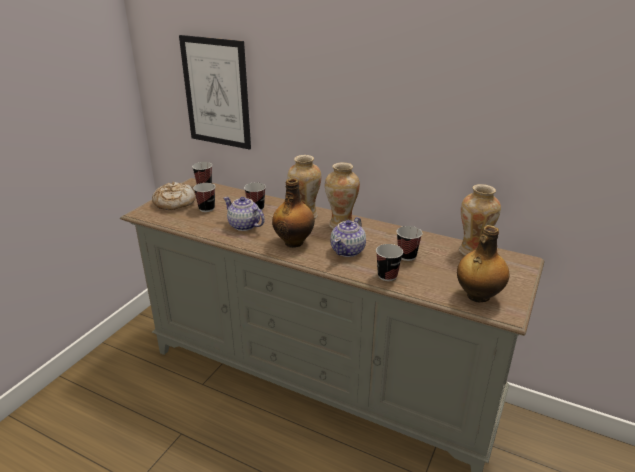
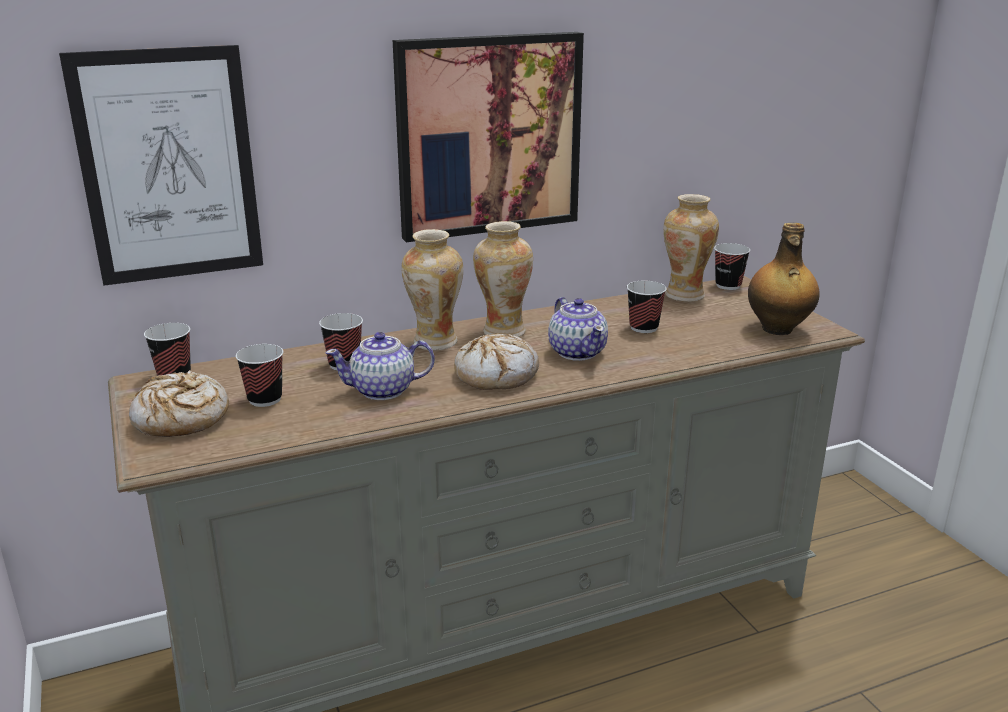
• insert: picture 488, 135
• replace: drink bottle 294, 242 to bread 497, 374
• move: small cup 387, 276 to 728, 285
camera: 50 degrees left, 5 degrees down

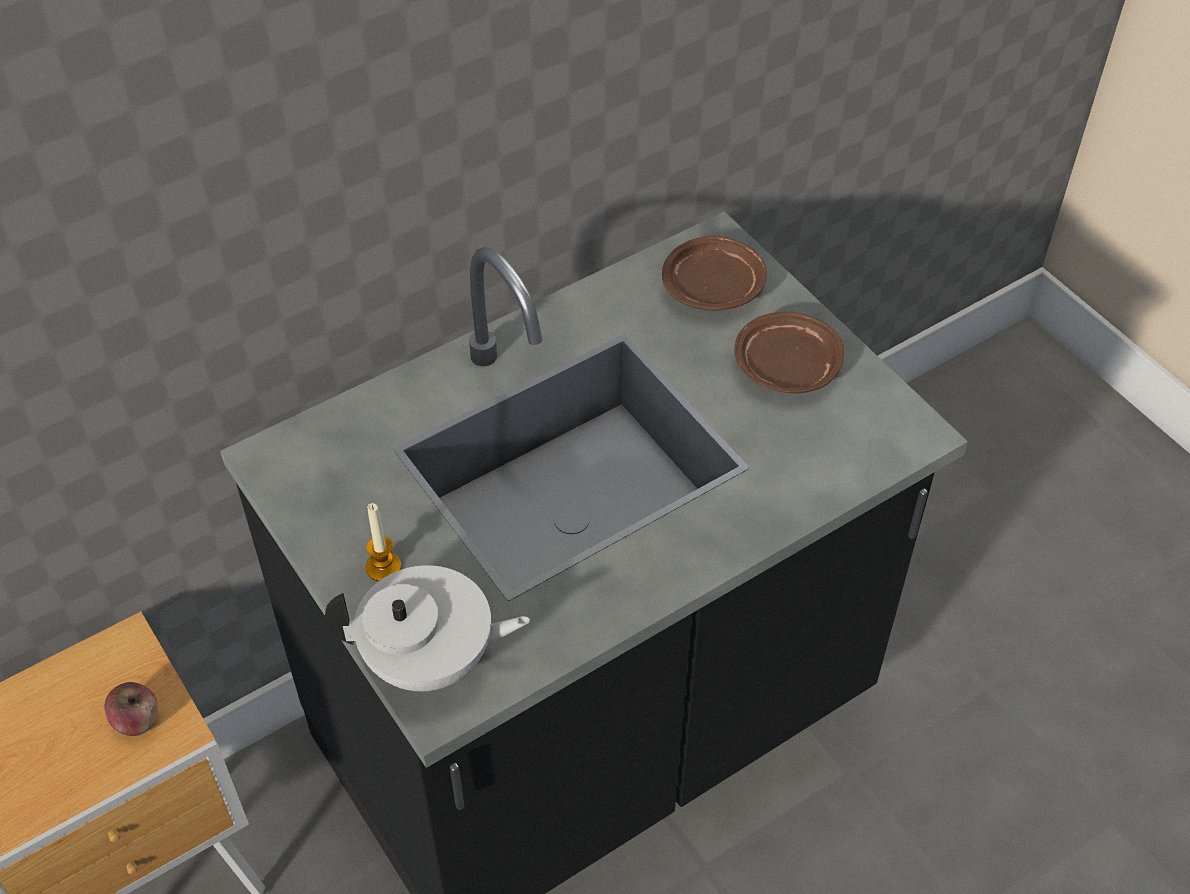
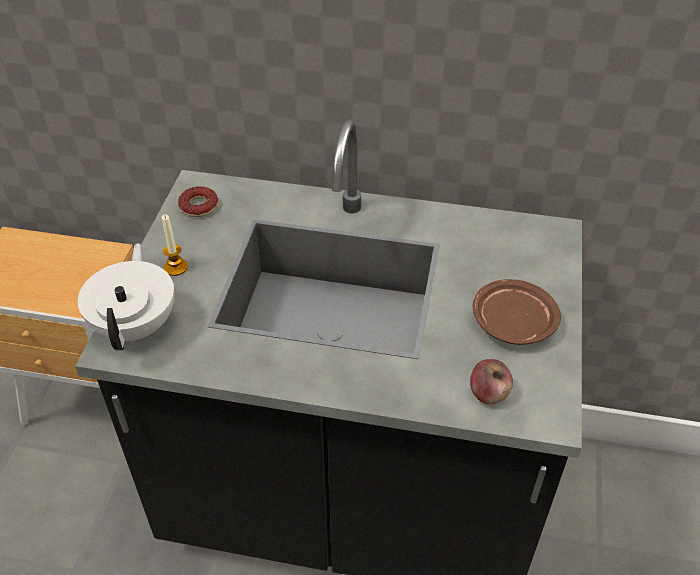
• rotate: white tea pot 430, 661 = 136, 325 135 degrees counterclockwise
• insert: donut 199, 206
• move: whole apple 137, 720 to 488, 393
• delete: brown-coloured plate 714, 287
camera: 45 degrees right, 5 degrees down

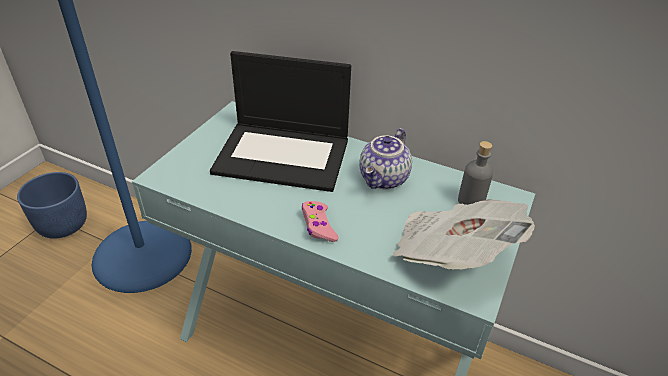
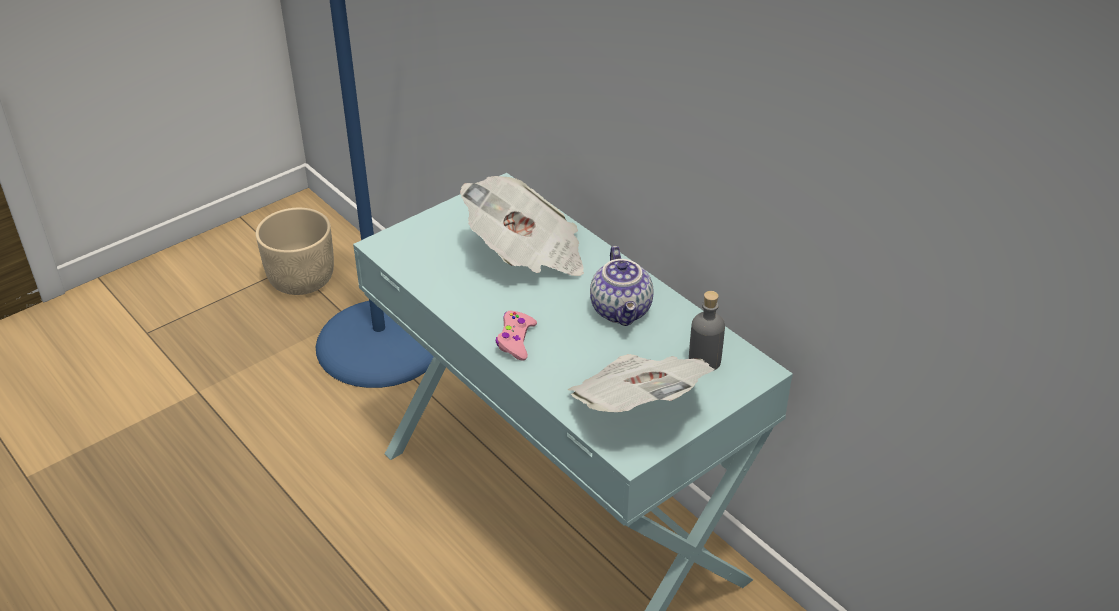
• recolor: bluish planter 63, 225 to beige planter 302, 279
• replace: notebook computer 284, 155 to newspaper 527, 254
• rotate: tea pot 384, 179 = 622, 311 60 degrees counterclockwise
camera: 25 degrees right, 0 degrees up

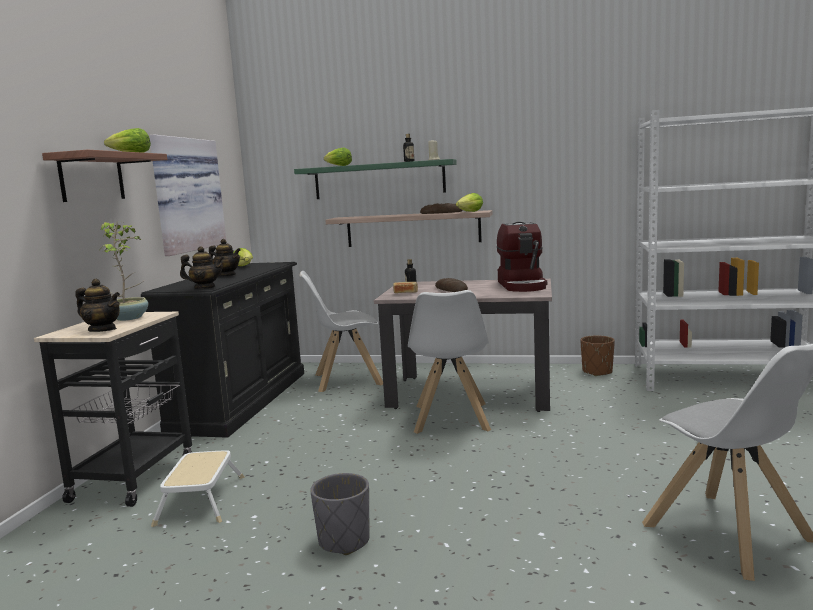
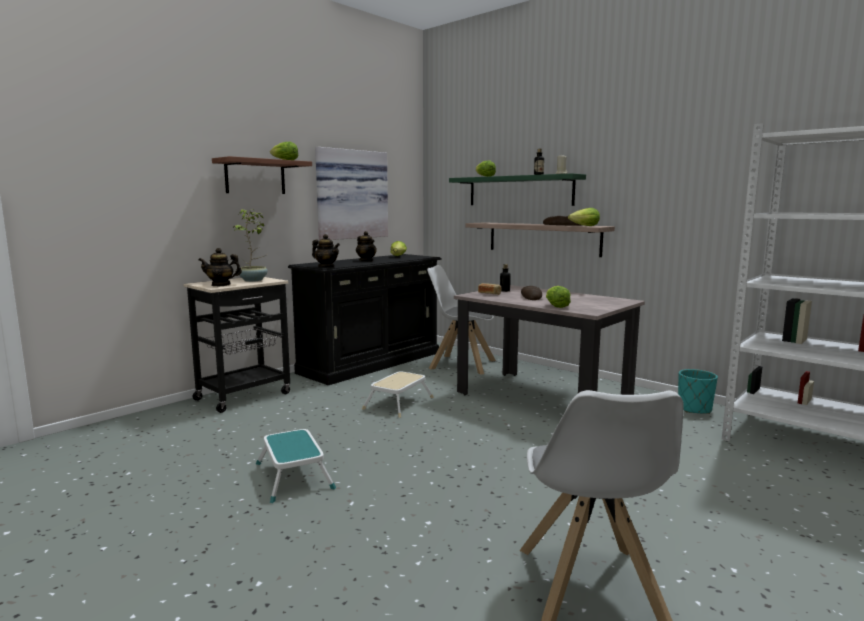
• rotate: tea pot 102, 330 = 221, 285 120 degrees clockwise
• replace: gray planter 344, 541 to turquoise-coloured stepladder 294, 475
• move: beige stepladder 200, 500 to 398, 403
• insert: lettuce 556, 306
• recolor: brown-coloured planter 597, 372 to turquoise-coloured planter 694, 409
• delete: chair 451, 419
• delete: coffee brewer 523, 285
camera: 30 degrees right, 0 degrees up

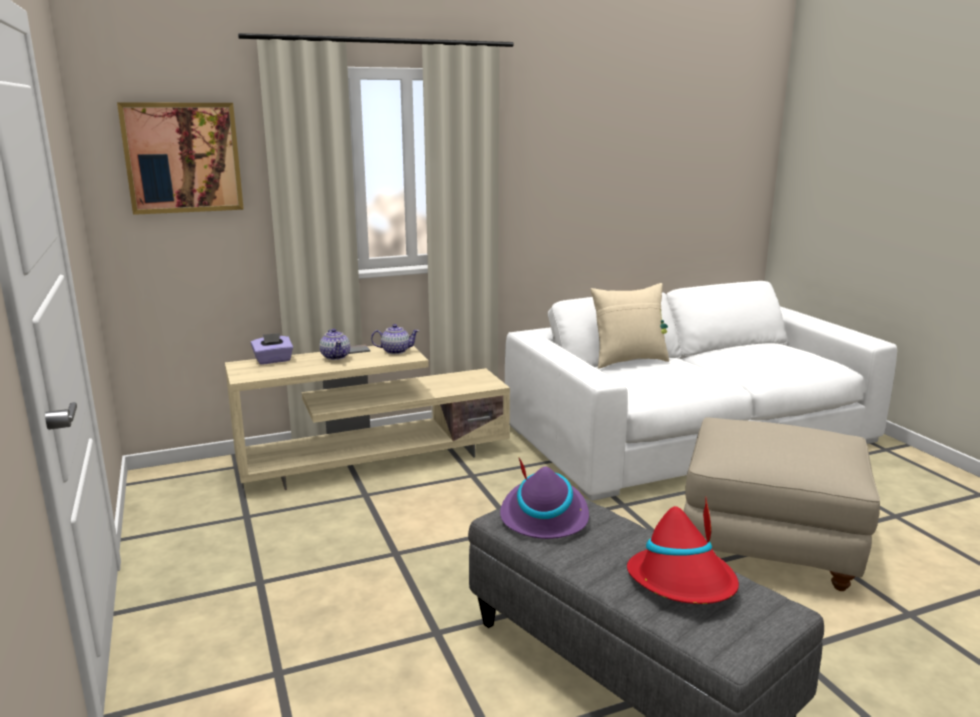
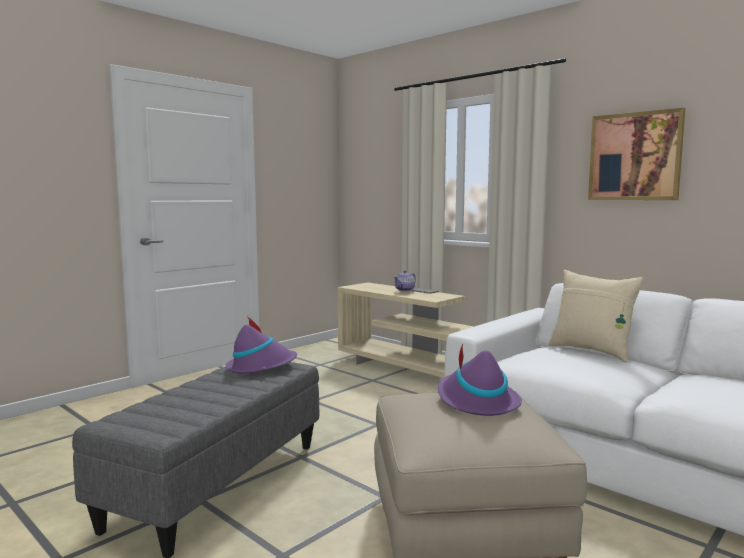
• insert: purplish wearable hat 476, 401
• move: picture 183, 158 to 635, 157
• delete: purplish tissue box 273, 360
• delete: tea pot 395, 351
• delete: red-coloured wearable hat 683, 582
camera: 65 degrees right, 10 degrees down

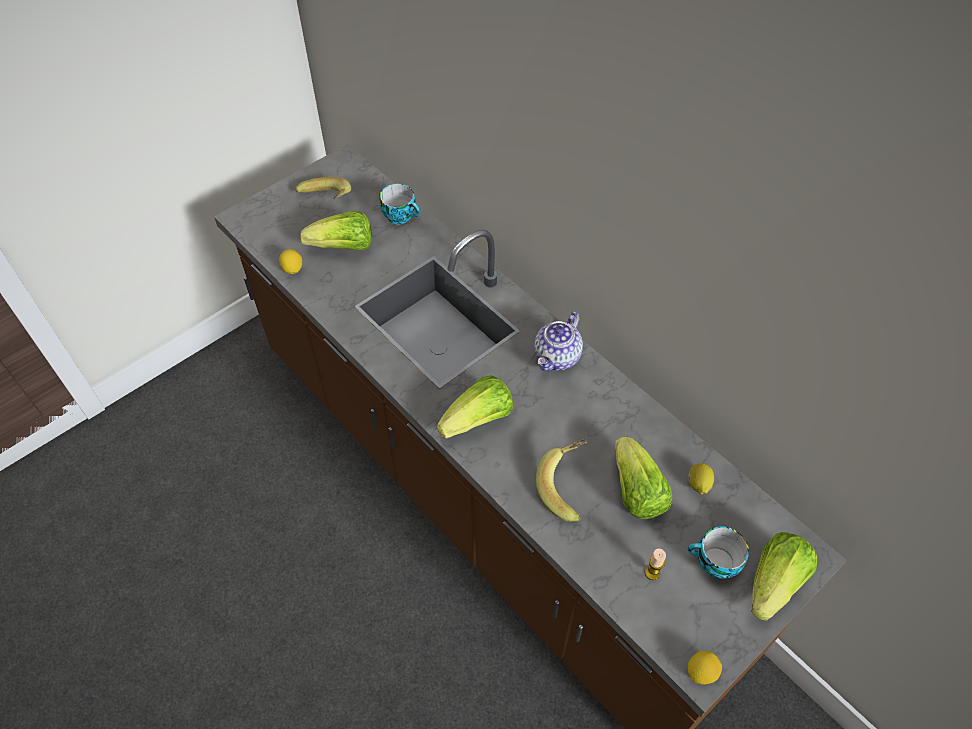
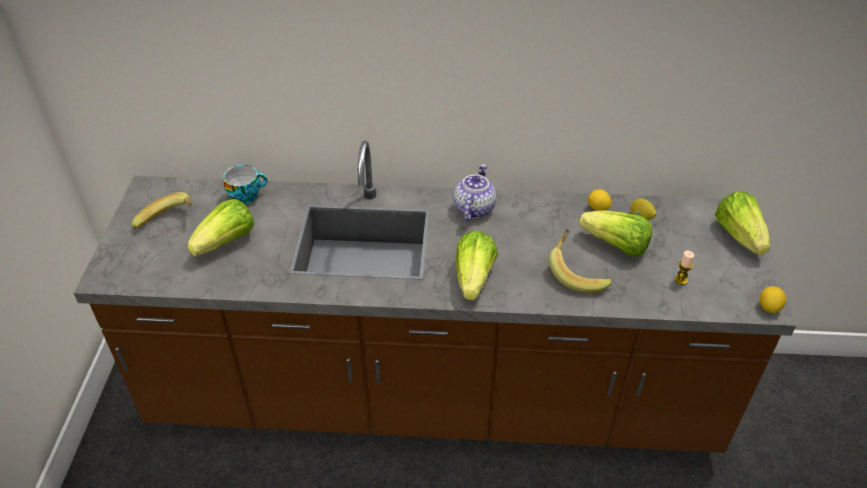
• rotate: tea pot 557, 357 = 473, 208 150 degrees counterclockwise
• move: citrus fruit 292, 269 to 598, 209
• delete: small cup 714, 563
camera: 45 degrees left, 10 degrees down

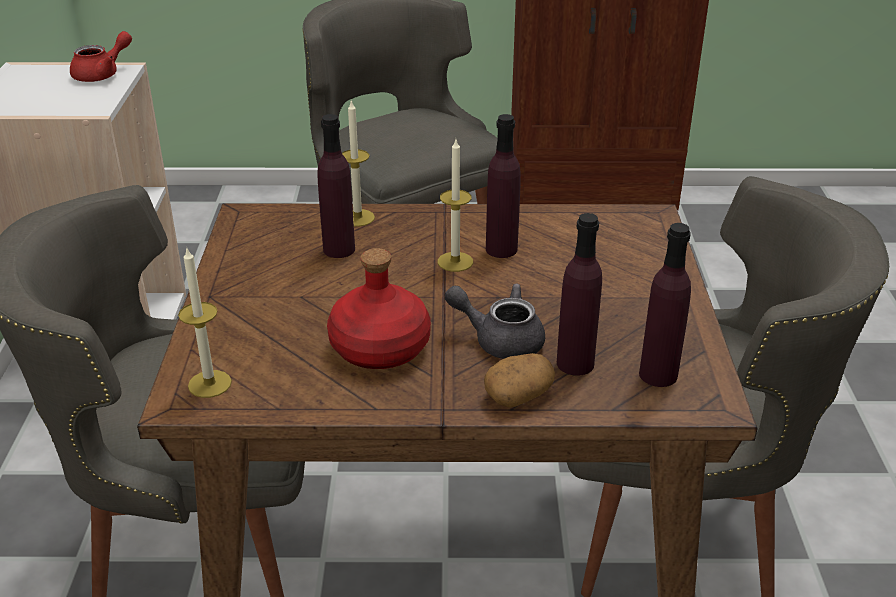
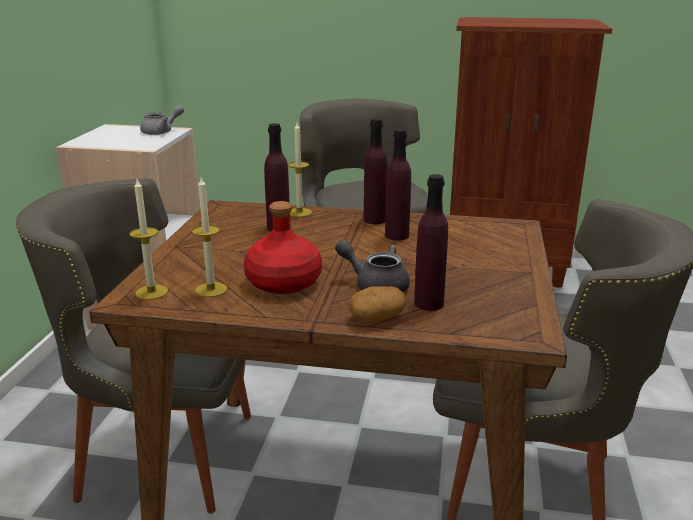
• recolor: red-coloured tea pot 102, 74 to gray tea pot 161, 132
• move: wax light 455, 262 to 211, 290
• move: purplish drink bottle 658, 375 to 374, 220
camera: 10 degrees right, 10 degrees down

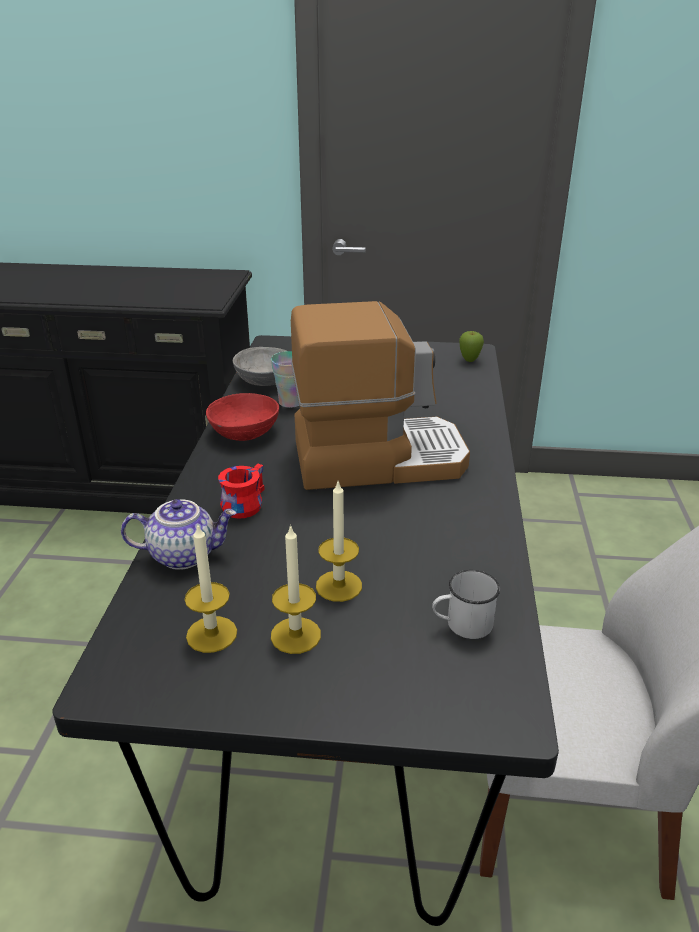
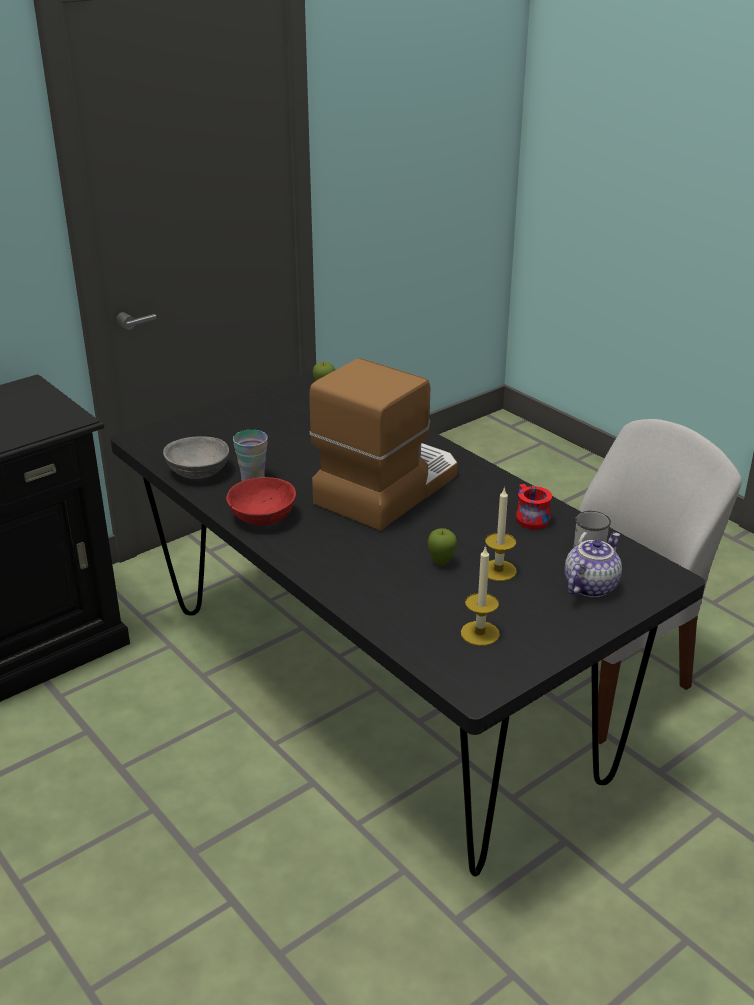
• insert: whole apple 441, 563
• move: red-coloured coffee mug 242, 503 to 528, 518
• move: tea pot 184, 554 to 589, 586
• delete: wax light 295, 635
camera: 45 degrees left, 0 degrees up

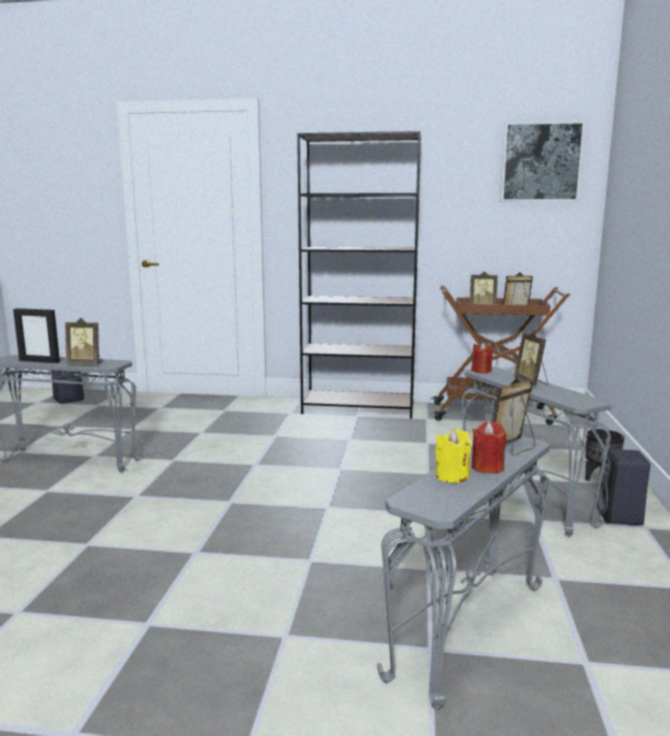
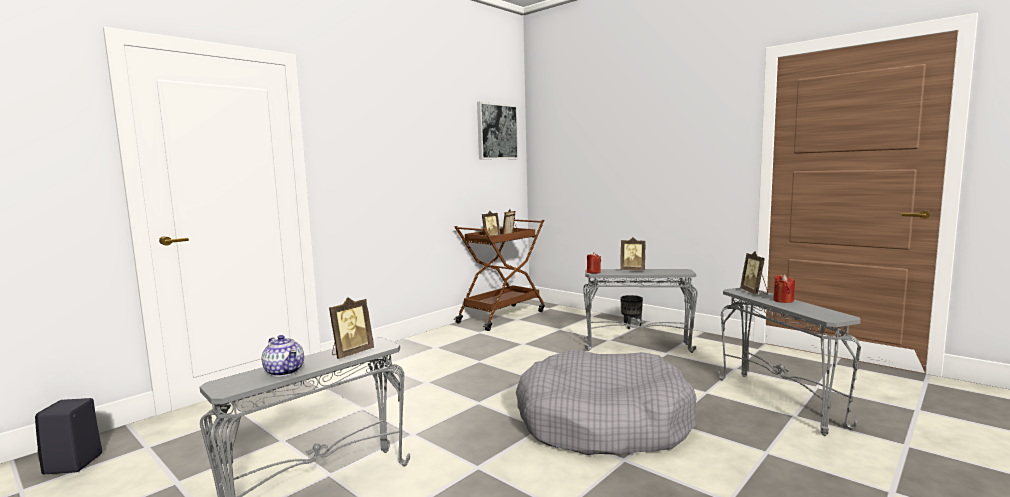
• replace: picture frame 40, 361 to tea pot 284, 371
• insert: gray dog bed 603, 422
• delete: beige bookcase 359, 408
• delete: yellow-coloured wax light 452, 476
• delete: blackish loudspeaker 620, 517
camera: 55 degrees left, 5 degrees down

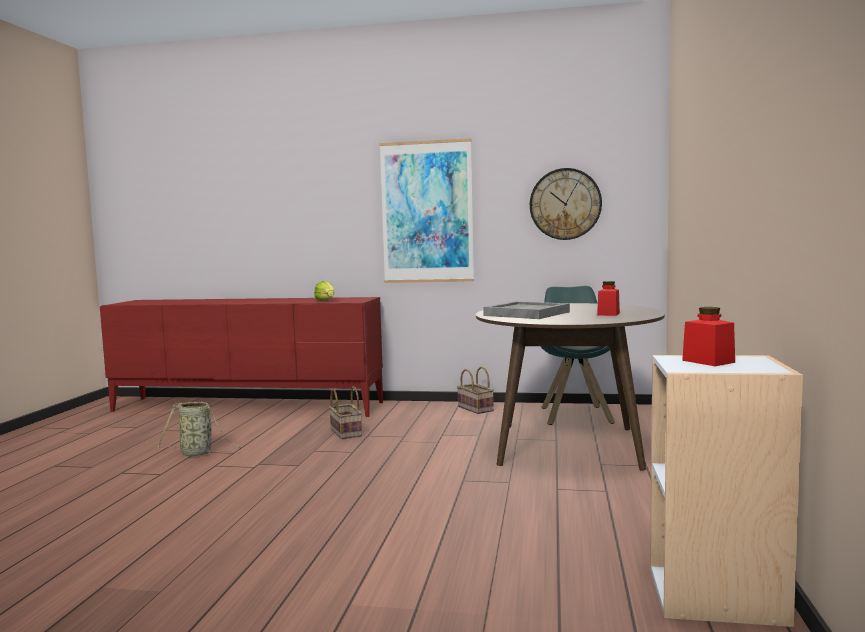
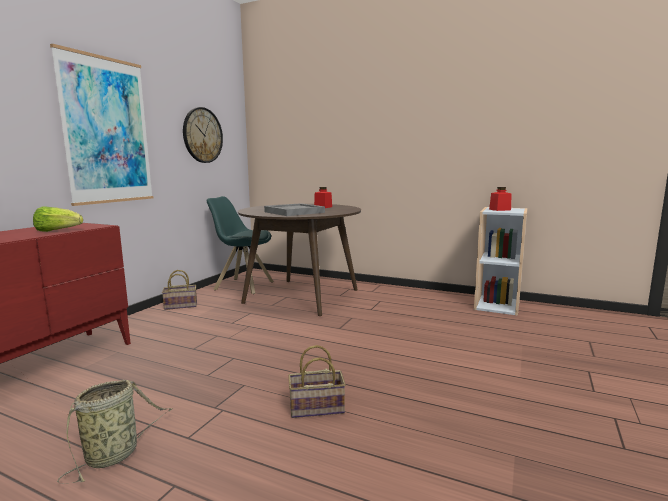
• move: storage basket 344, 432 to 315, 408
camera: 75 degrees left, 5 degrees up

